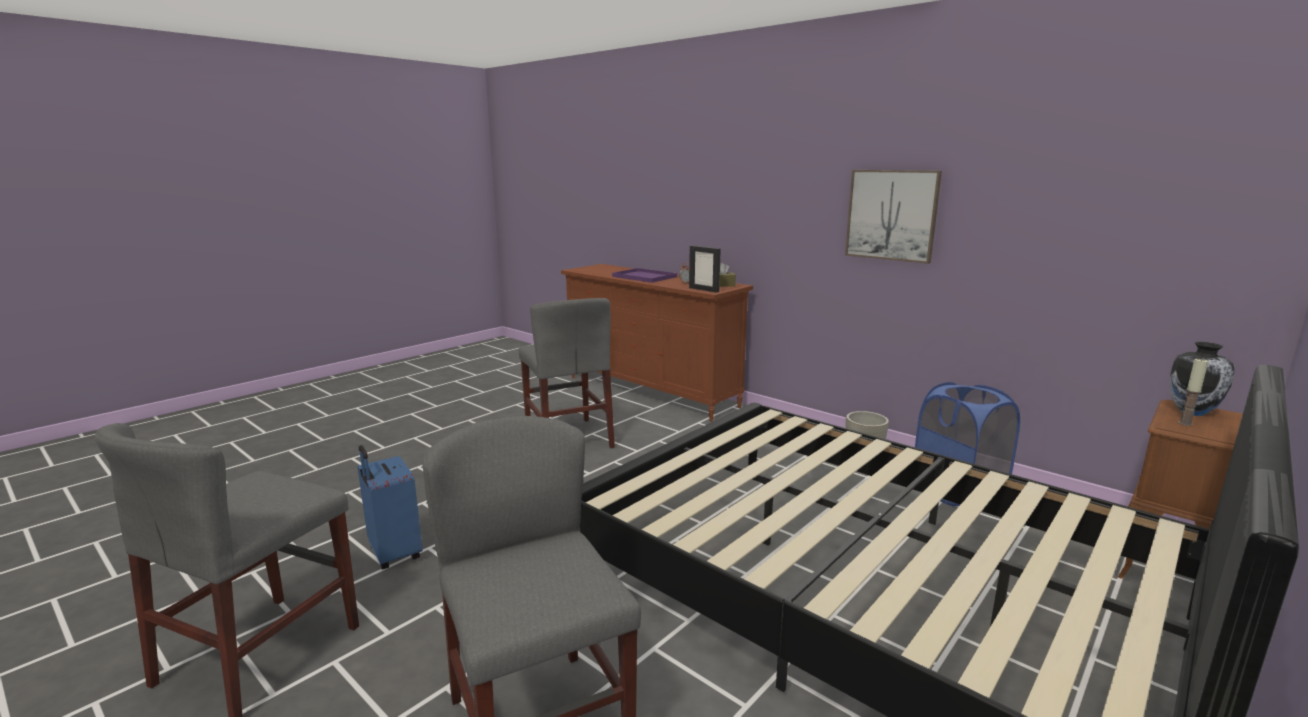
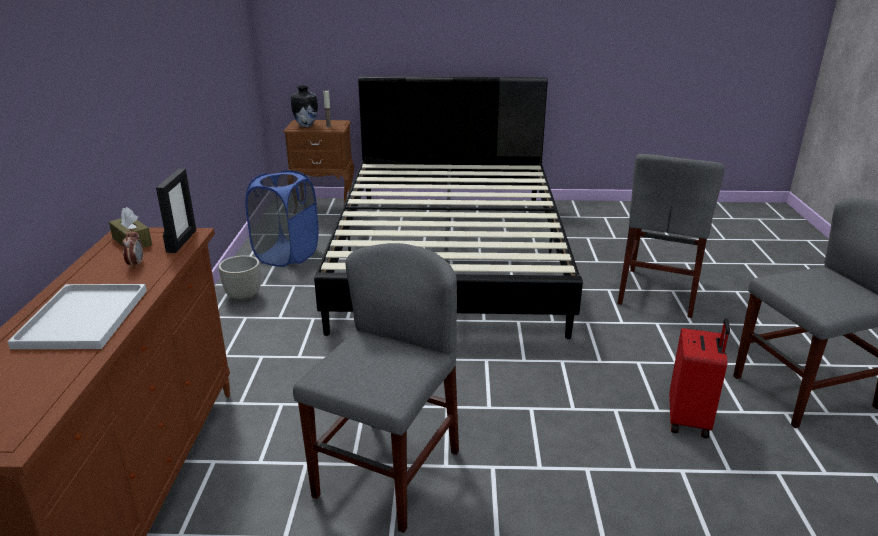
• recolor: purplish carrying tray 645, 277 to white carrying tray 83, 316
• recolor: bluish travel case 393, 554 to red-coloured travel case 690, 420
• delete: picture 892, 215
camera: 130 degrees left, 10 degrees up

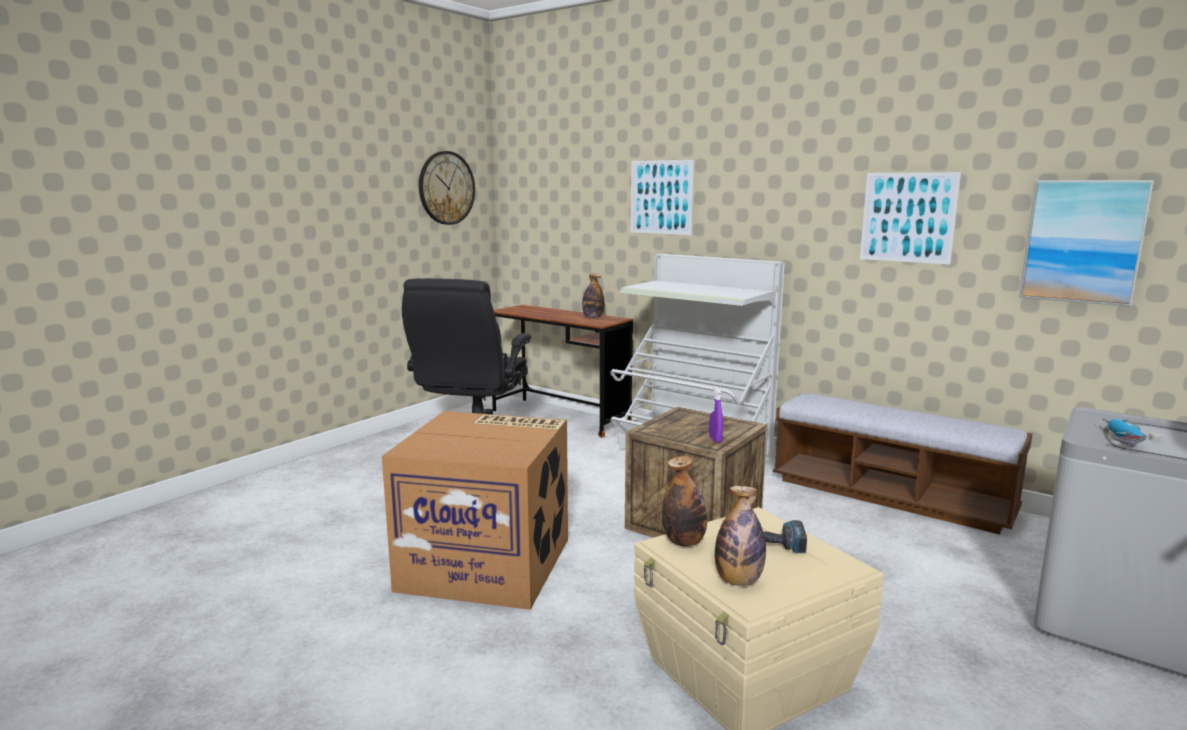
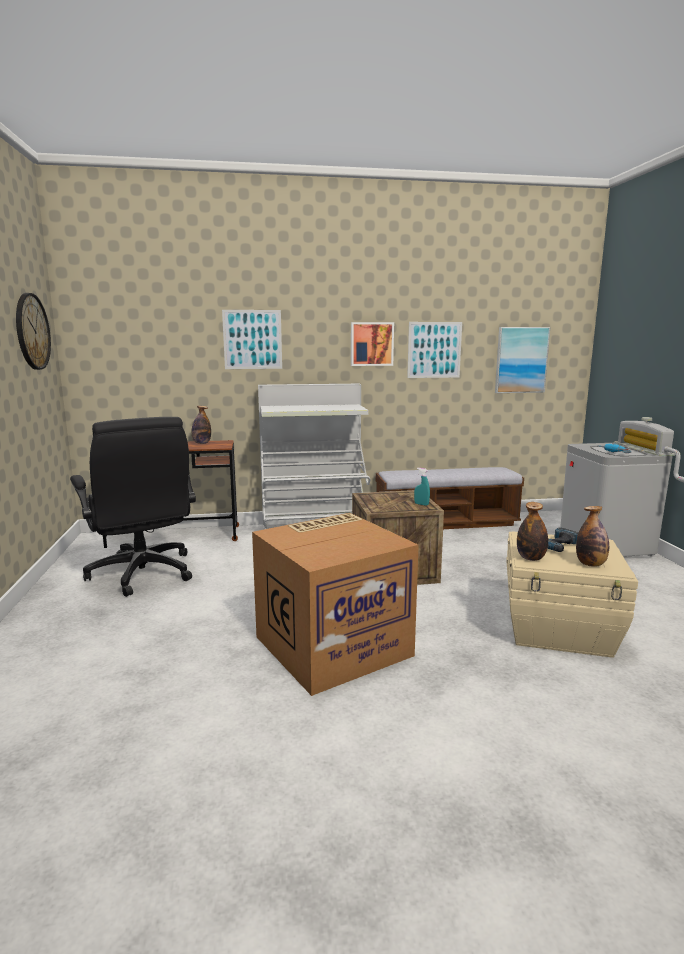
• insert: picture 371, 344
• recolor: purplish spray bottle 715, 439 to turquoise-coloured spray bottle 421, 504
camera: 45 degrees left, 0 degrees up

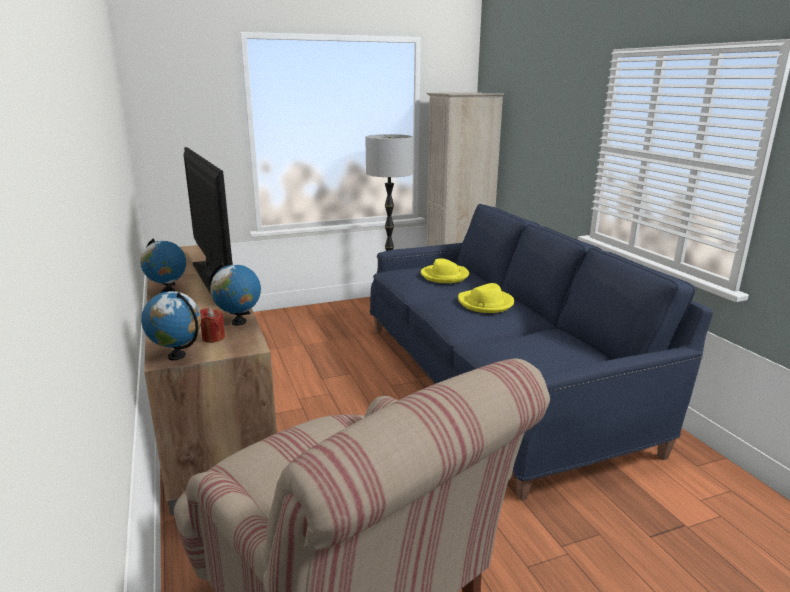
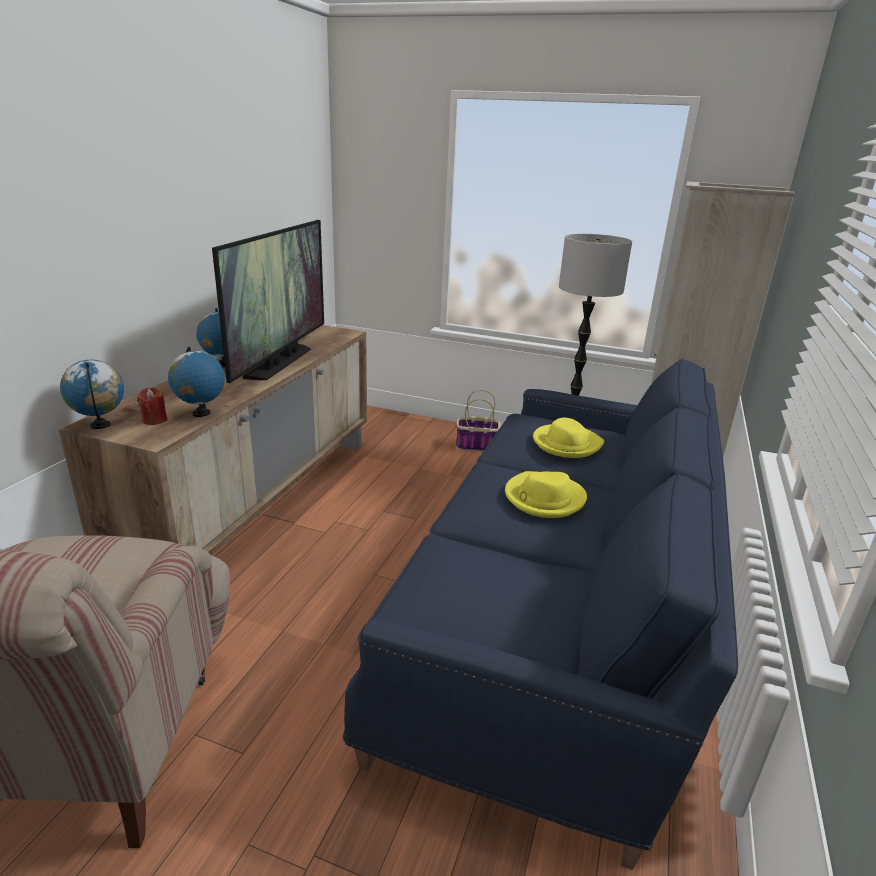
• insert: storage basket 476, 446
camera: 40 degrees right, 5 degrees up

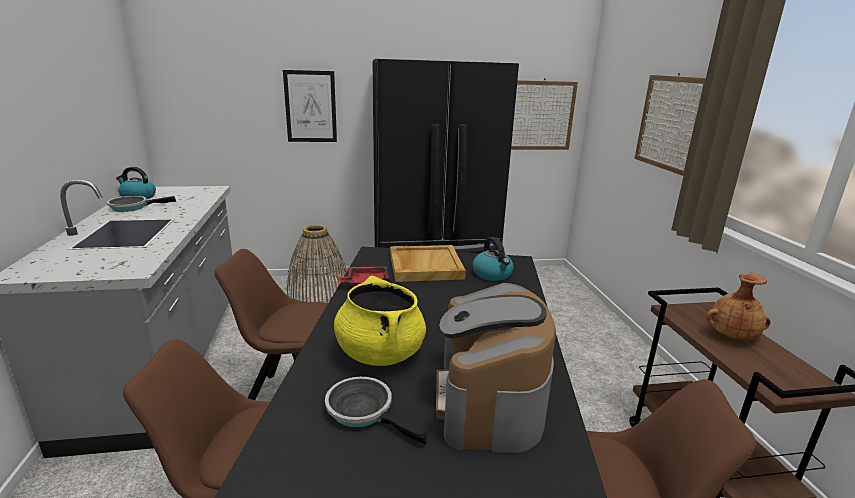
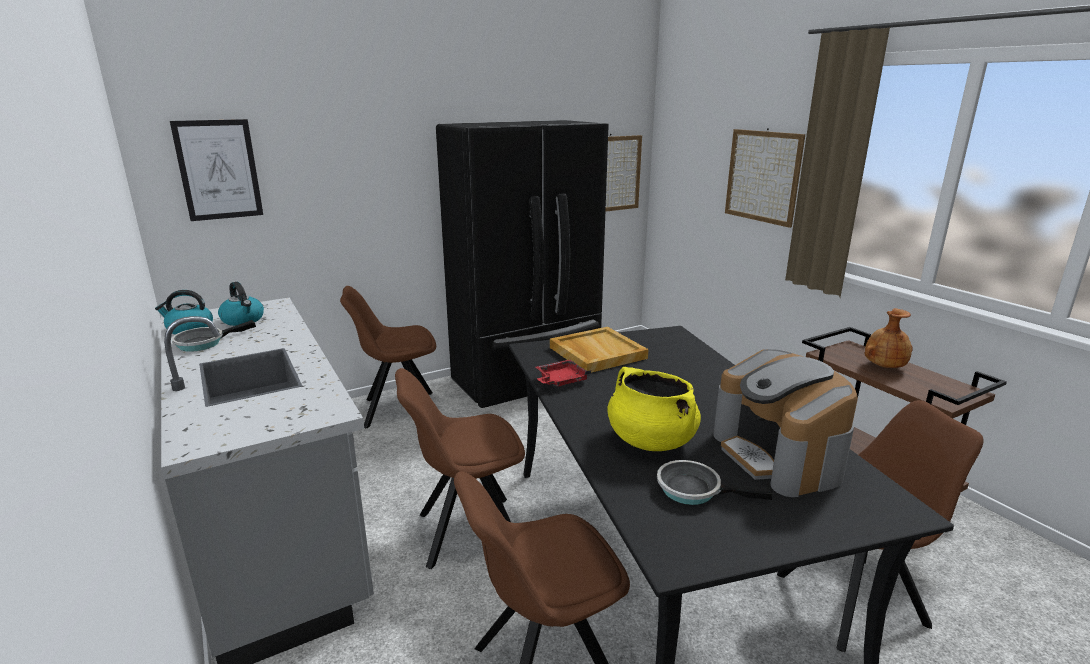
• move: picture 310, 106 to 218, 170
• move: tea kettle 492, 274 to 243, 320
• replace: storage basket 318, 291 to brown-coloured chair 398, 410
camera: 20 degrees left, 0 degrees up

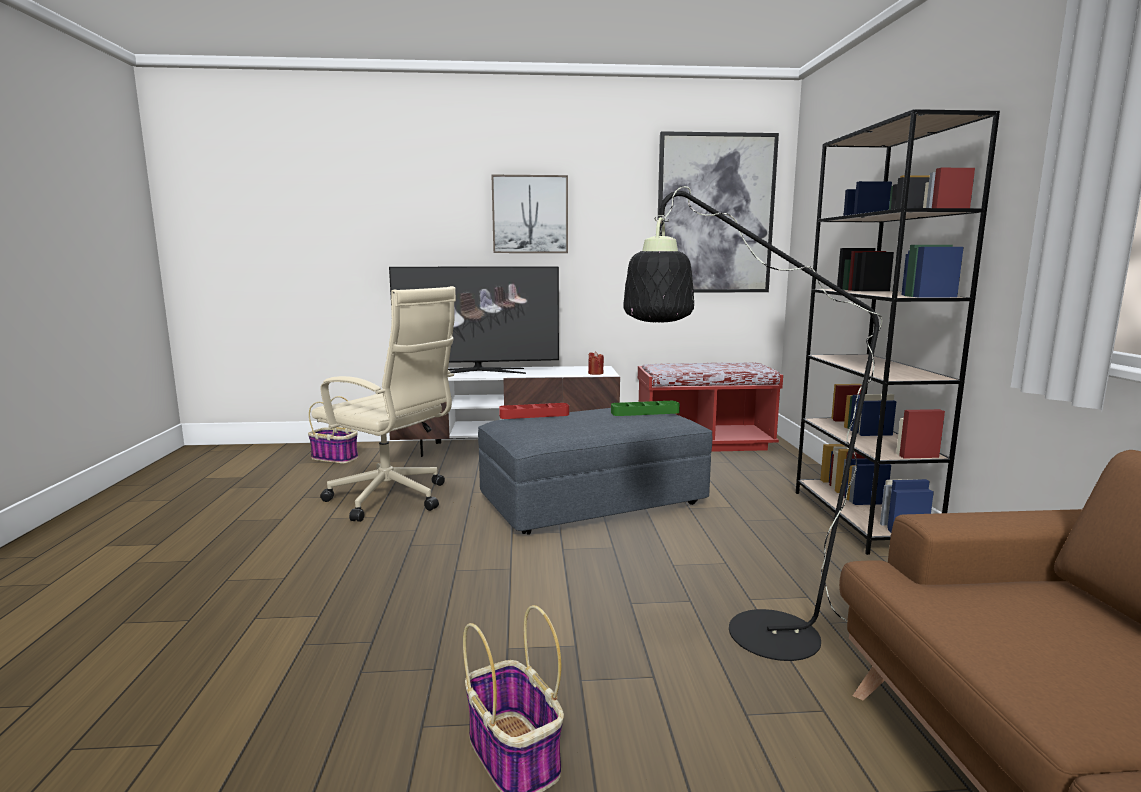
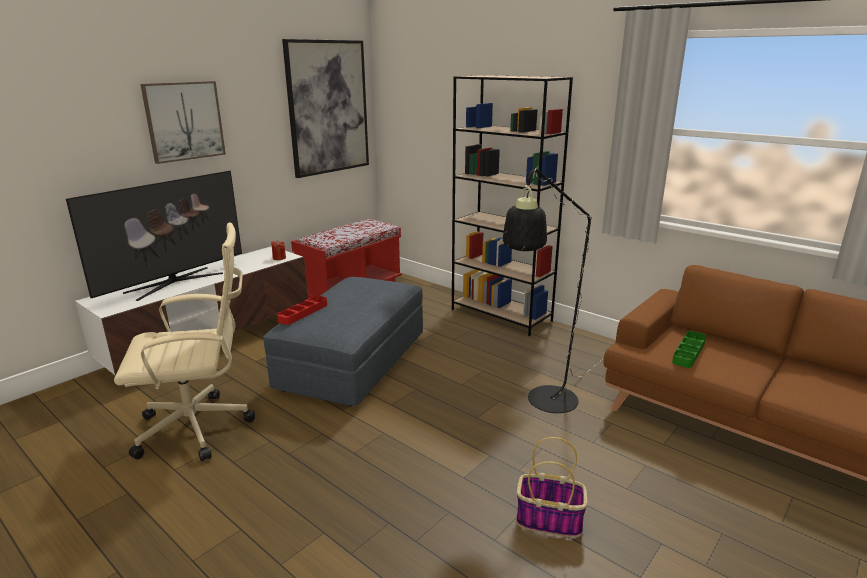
• move: green-coloured carrying tray 645, 412 to 688, 352
• delete: storage basket 335, 458
camera: 45 degrees left, 10 degrees up

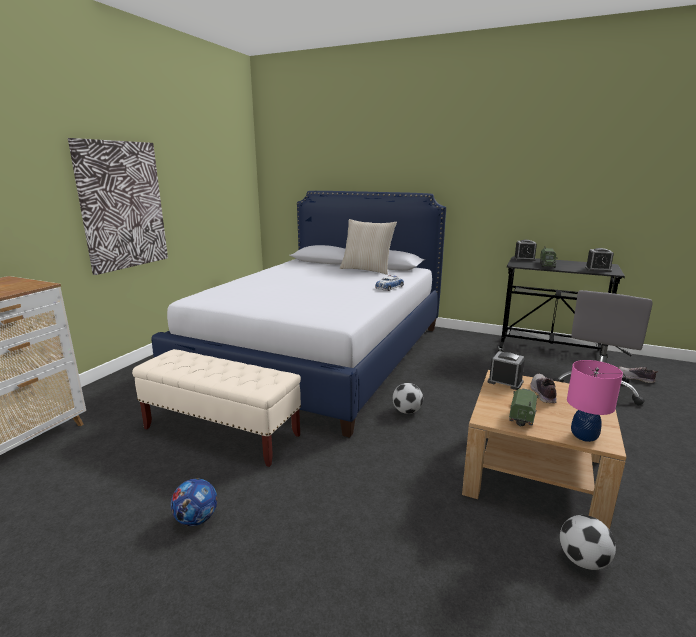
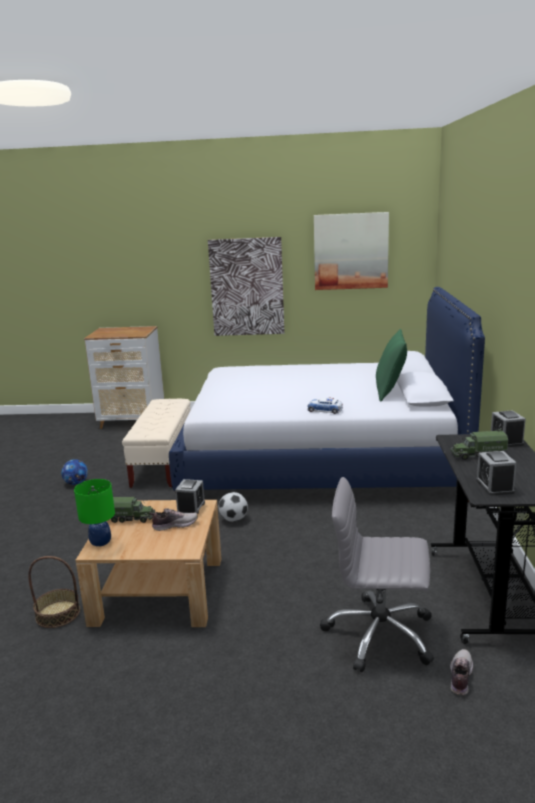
• replace: football 582, 560 to storage basket 58, 614
• recolor: pink lamp for a table 585, 437 to green-coloured lamp for a table 99, 543
• insert: picture 350, 251
• recolor: beige throw pillow 367, 270 to green-coloured throw pillow 390, 391
camera: 70 degrees right, 0 degrees up

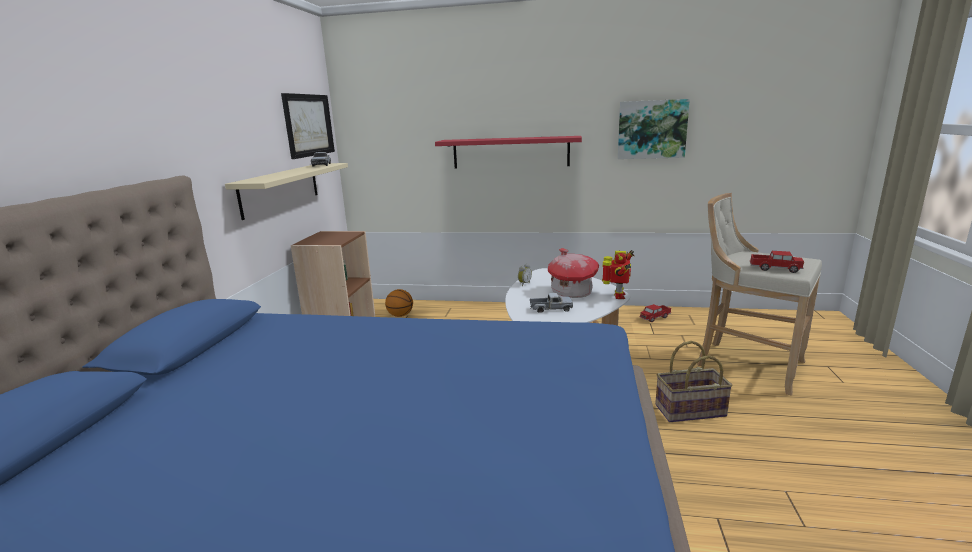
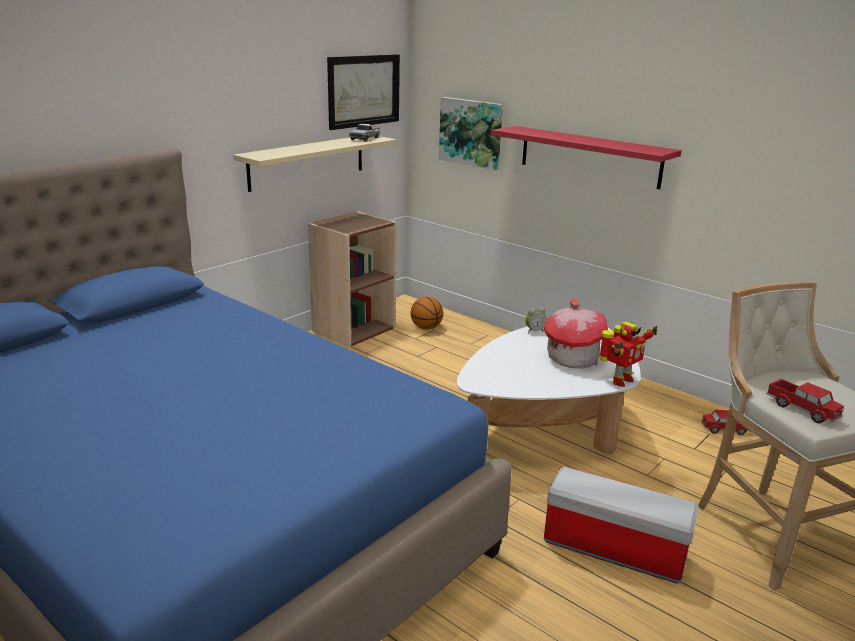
• move: picture 652, 129 to 471, 132
• replace: storage basket 690, 411 to storage box 612, 549
• delete: toy lorry 551, 309
camera: 30 degrees right, 5 degrees up

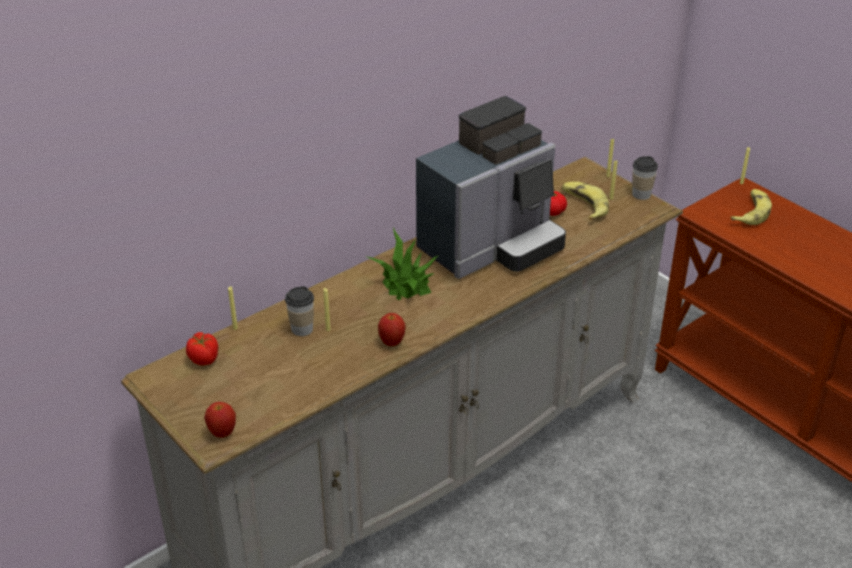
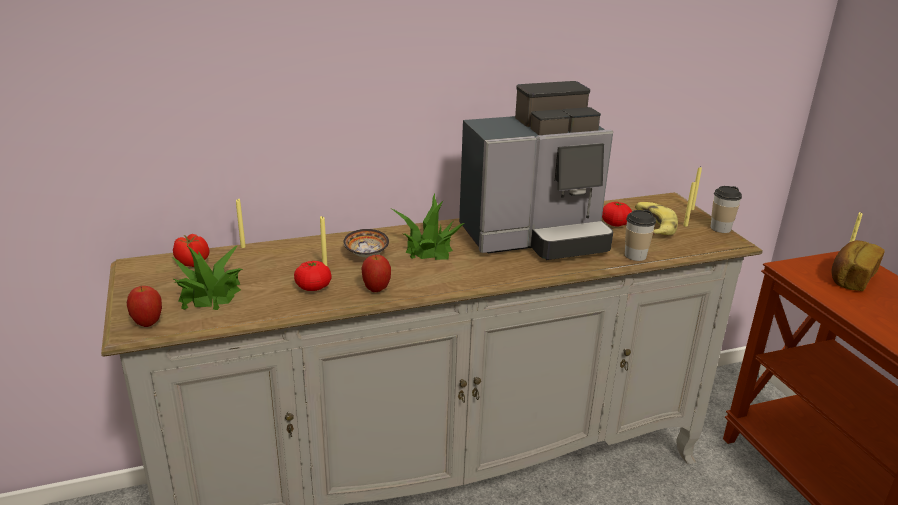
• insert: houseplant 209, 294
• insert: whole tomato 313, 287
• insert: serving bowl 366, 254
• move: small cup 302, 329 to 635, 255
• replace: banana fruit 751, 212 to bread 851, 278
camera: 20 degrees right, 10 degrees down

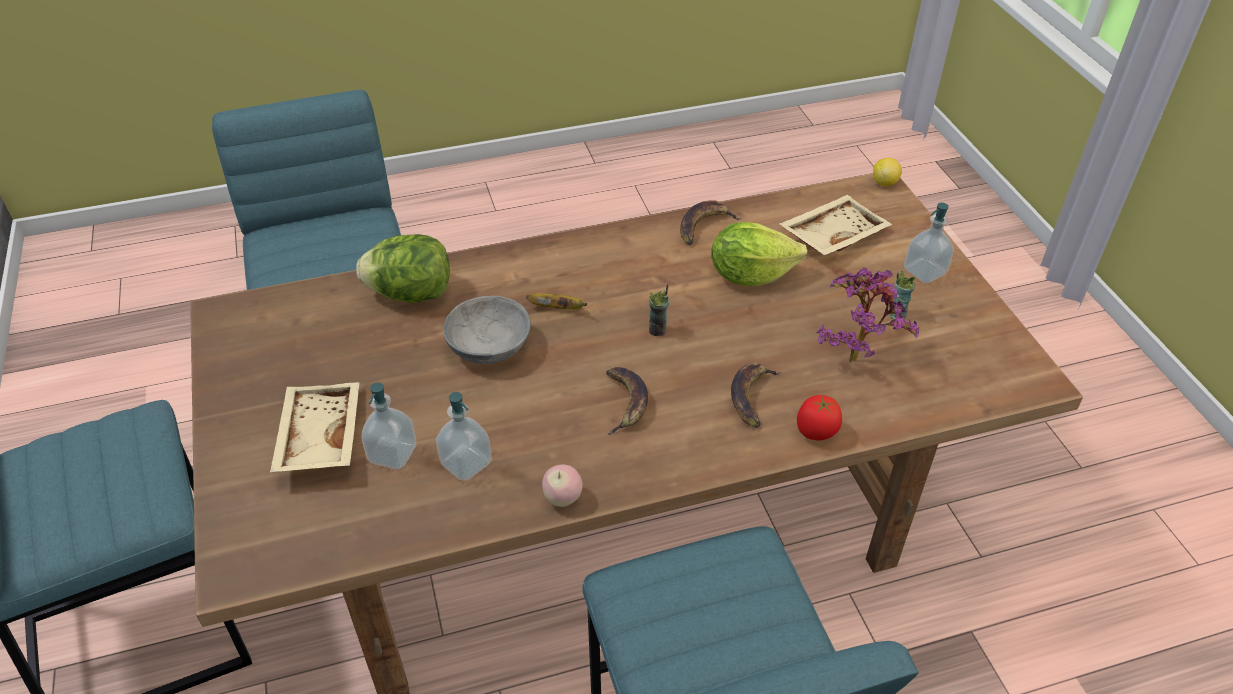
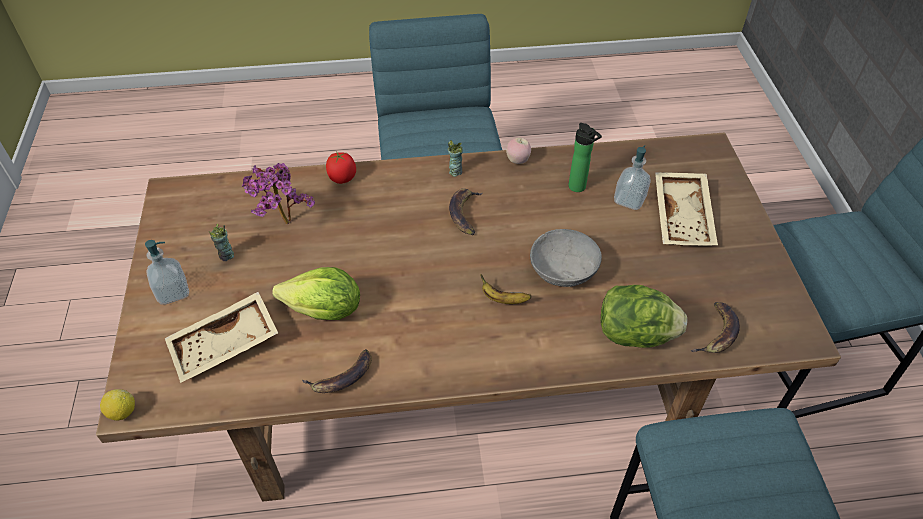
• move: small cup 658, 330 to 455, 171
• replace: soap dispenser 466, 463 to drink bottle 579, 188
• move: banana fruit 752, 396 to 717, 333
camera: 170 degrees left, 5 degrees up

